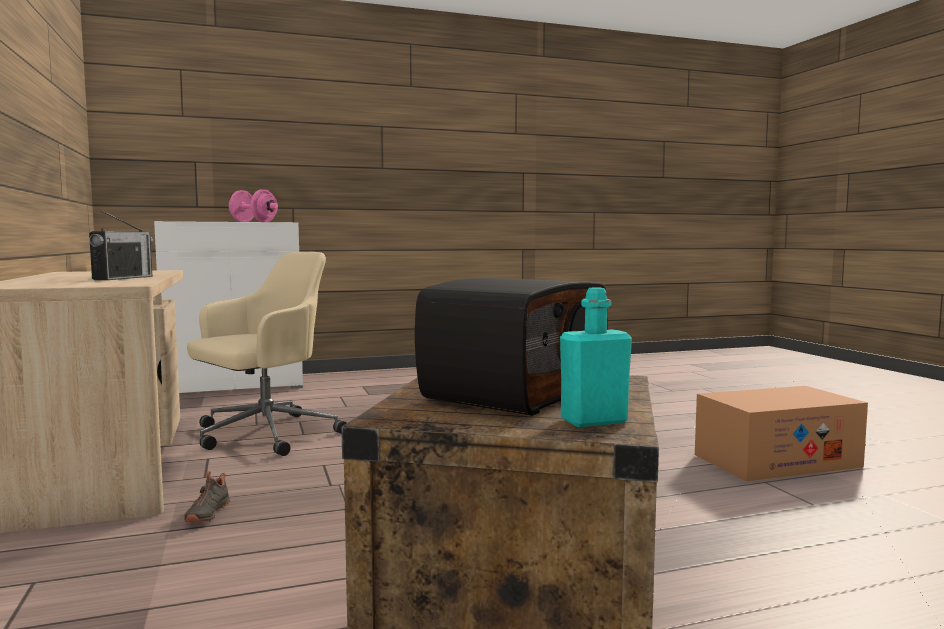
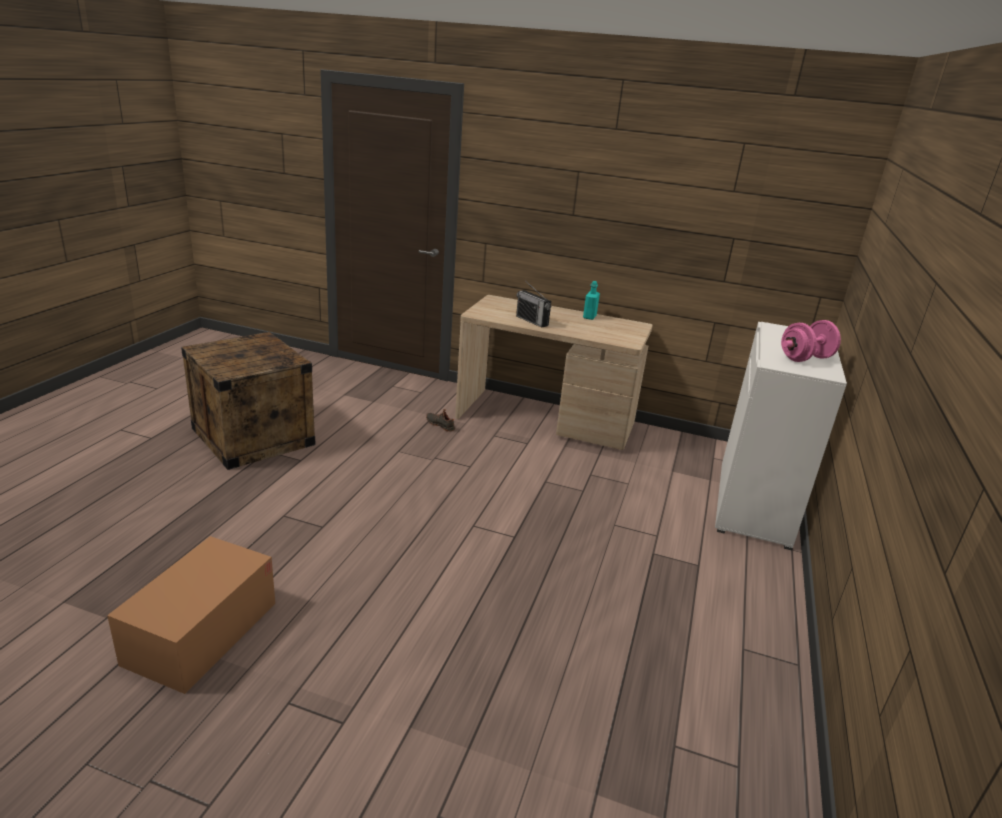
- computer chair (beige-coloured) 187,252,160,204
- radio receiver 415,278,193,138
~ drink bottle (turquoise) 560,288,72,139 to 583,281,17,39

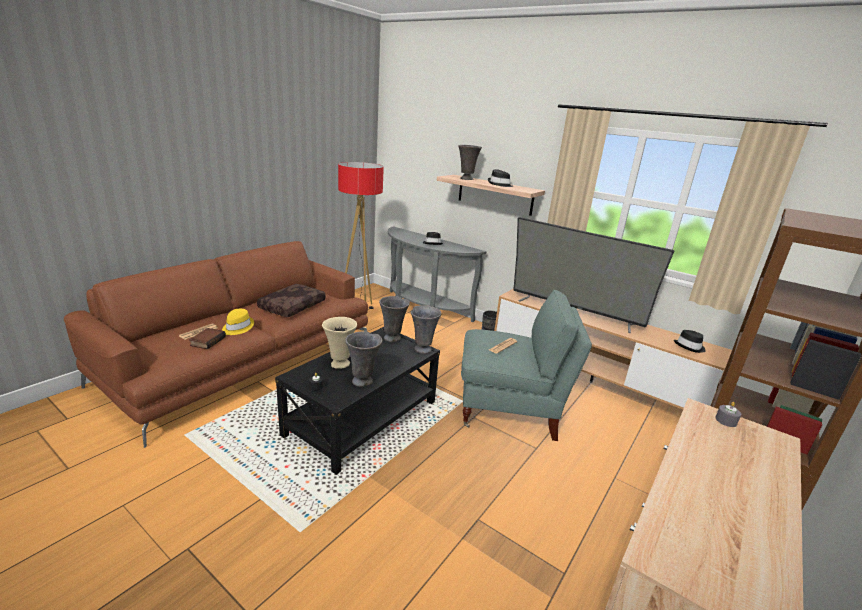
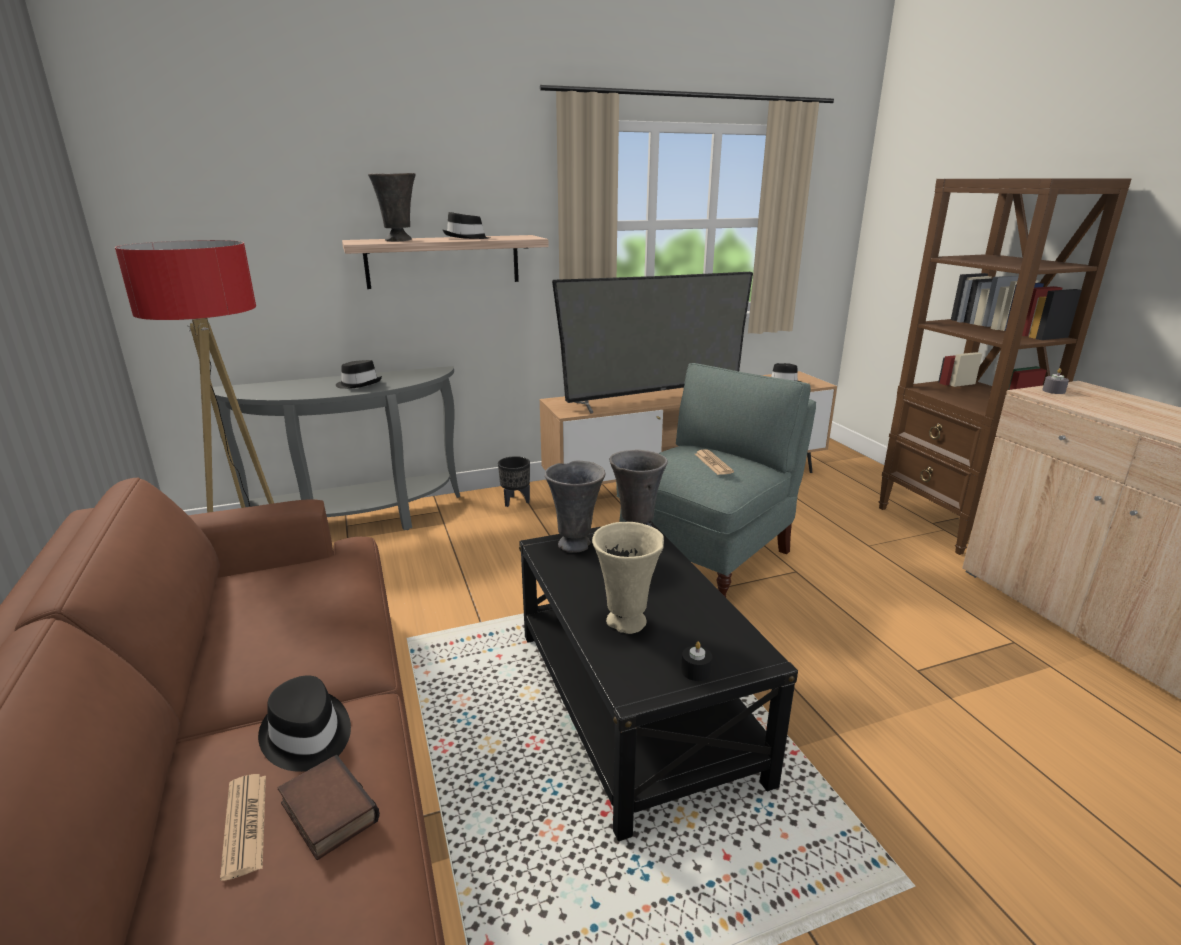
- pillow (brown) 257,284,69,33
~ hat (yellow-coloured) 222,309,32,26 to hat (blackish) 258,675,93,97
- flower vase (greyish) 345,331,37,56

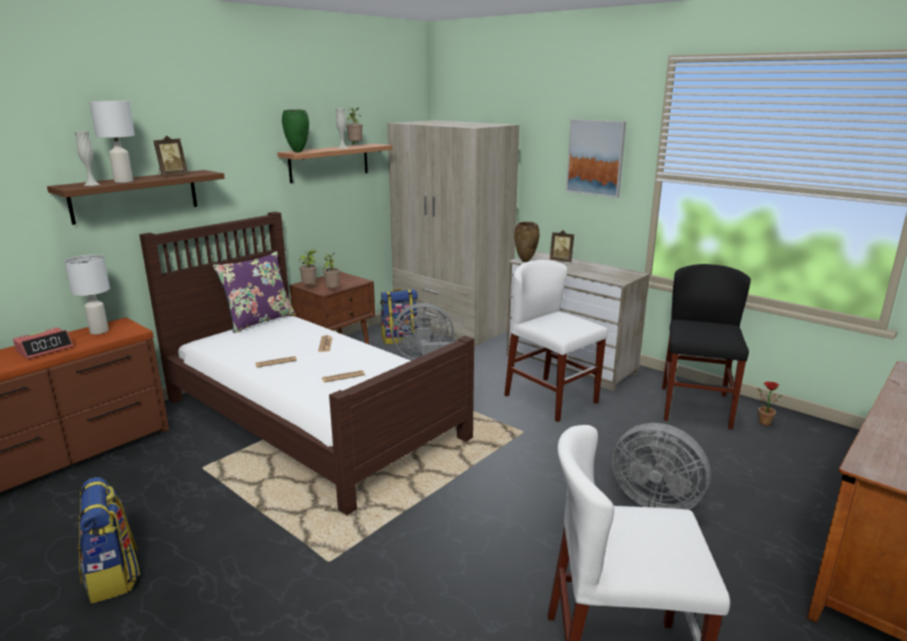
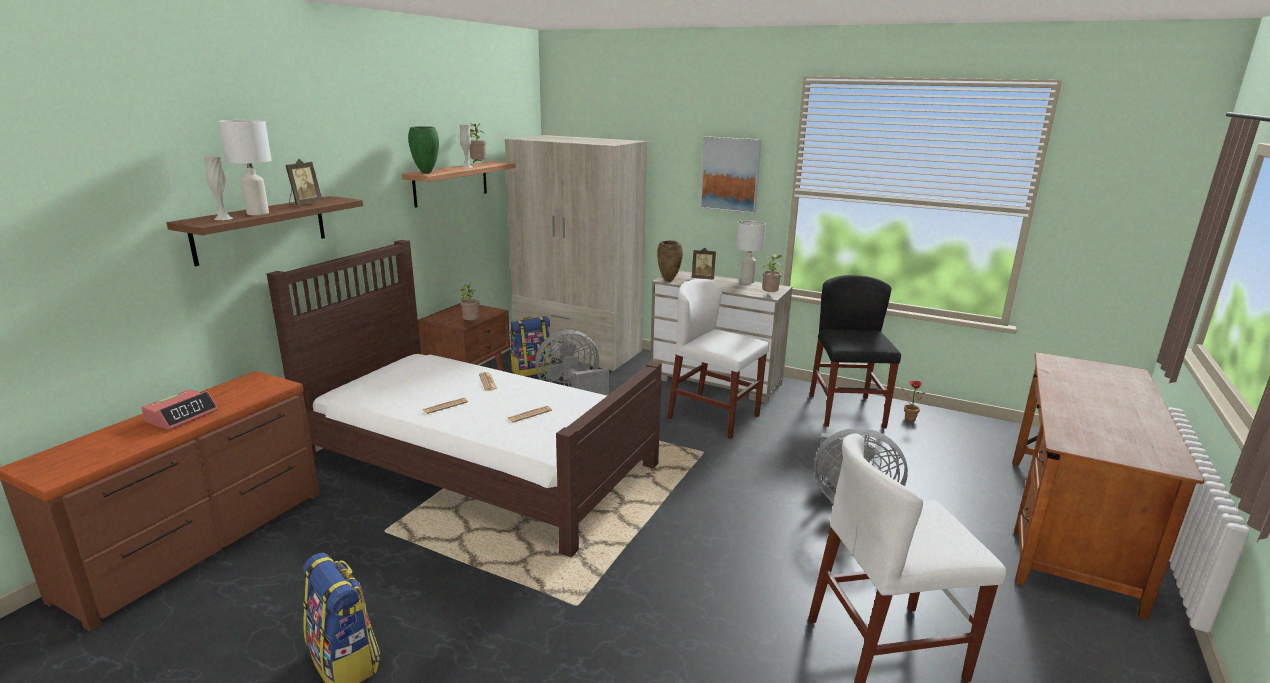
~ plant in a pot 299,250,18,35 to 763,254,19,39
- pillow (purplish) 213,251,83,82
~ lamp for a table (white) 64,255,46,79 to 736,220,30,64

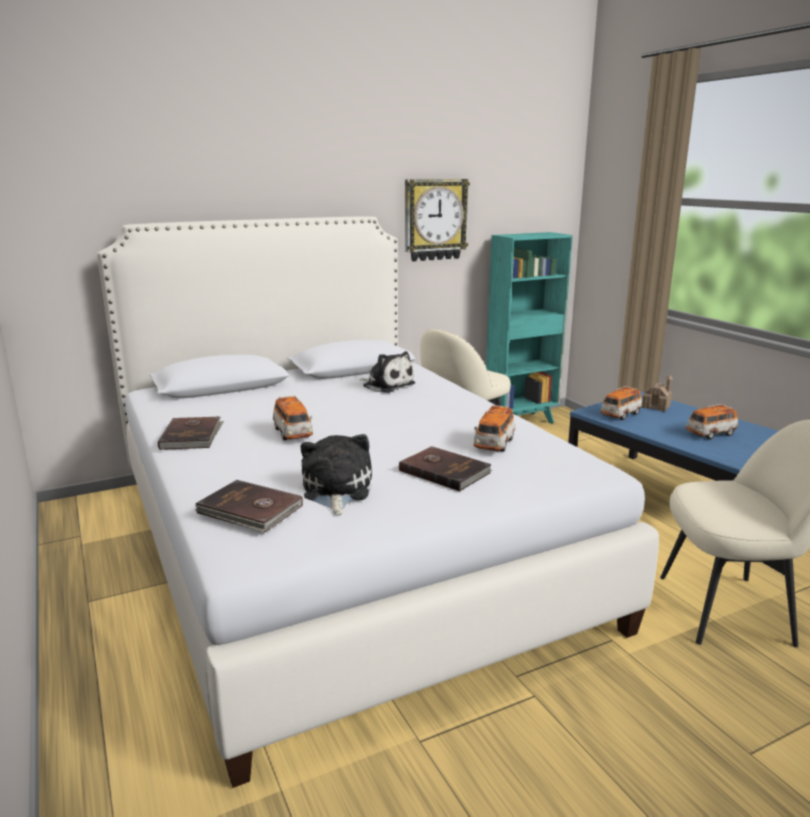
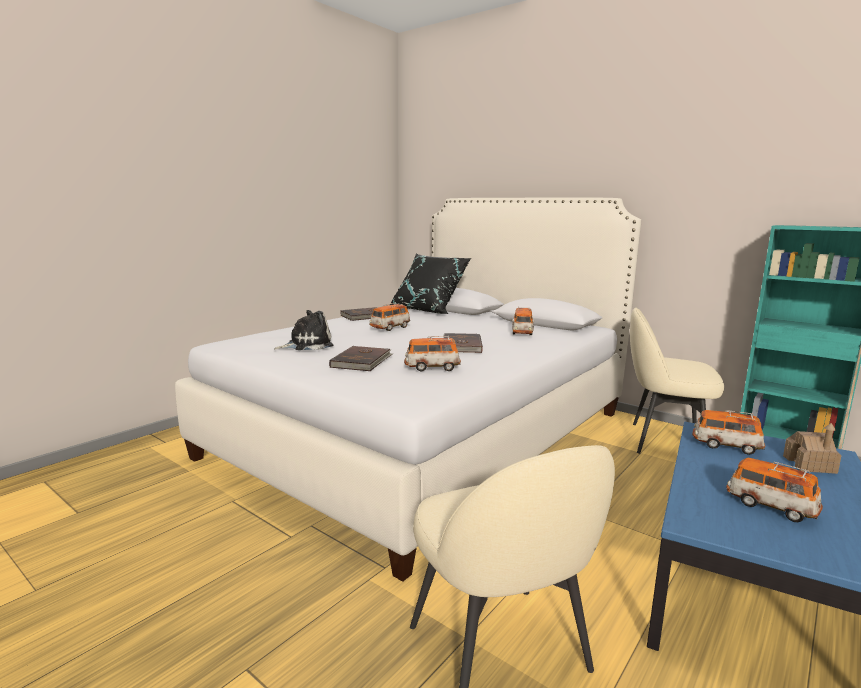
- clock on the wall 405,179,65,82
~ cuddly toy 359,351,56,42 to miniature car 512,307,23,28
~ bound book (brown) 195,480,108,53 to 443,333,40,20
+ pillow (blackish) 389,254,82,60

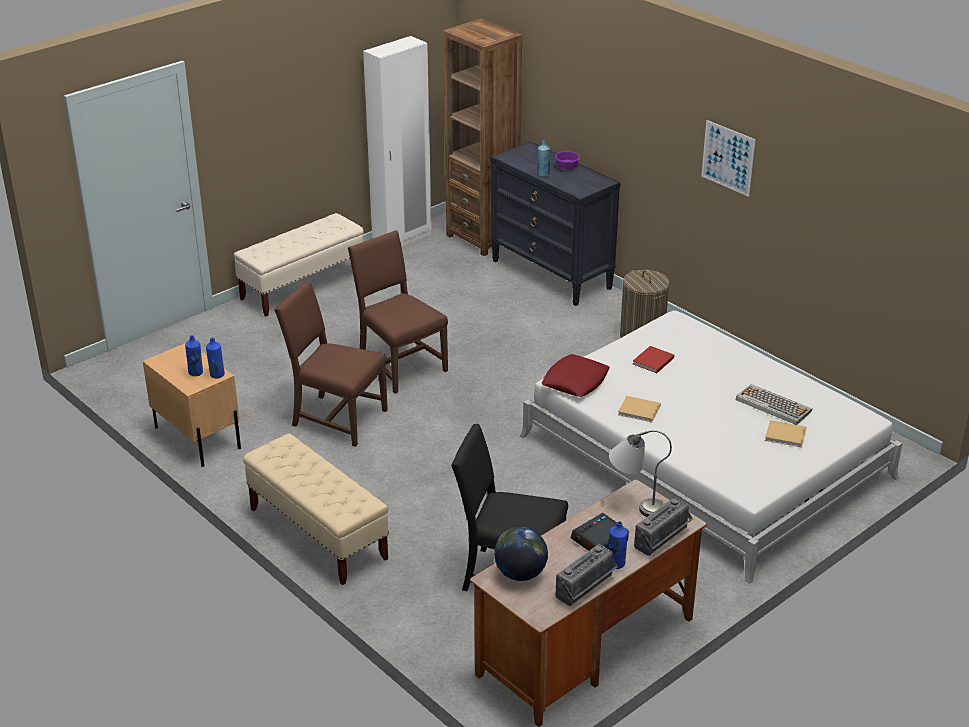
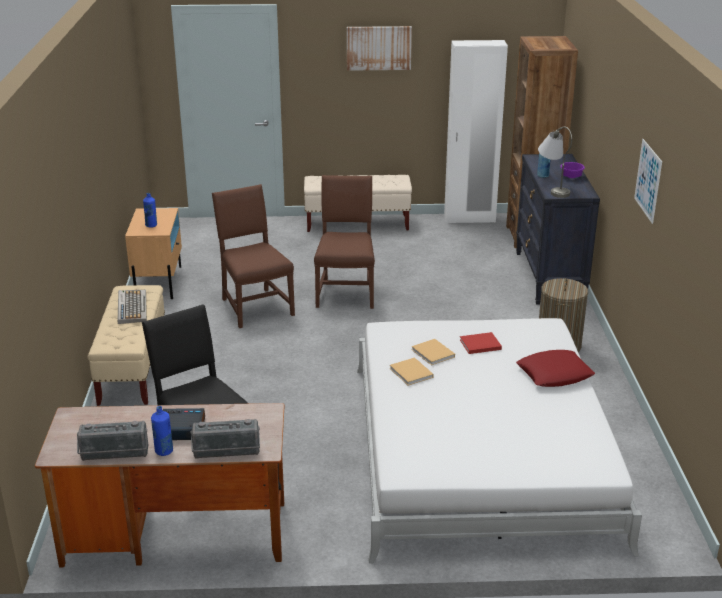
- drink bottle (blue) 206,337,19,41
~ pillow (red) 541,354,68,43 to 516,350,79,37
~ PC keyboard 736,384,76,41 to 117,290,30,34
~ bound book (beige-coloured) 765,420,42,27 to 412,339,43,26
~ lamp for a table (greyish) 609,430,63,87 to 538,127,34,71
- globe 494,527,54,54
+ wall picture 347,26,65,45

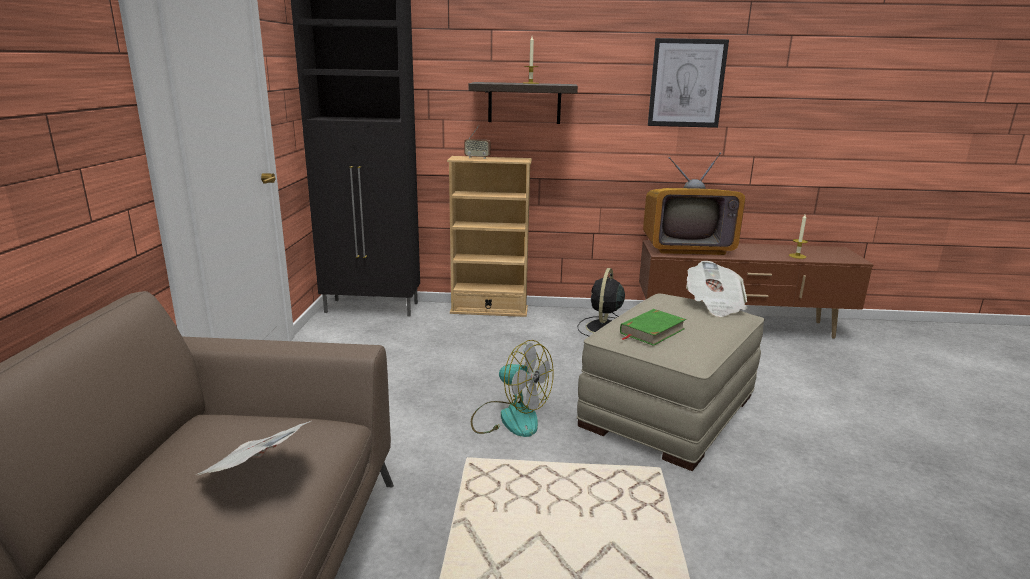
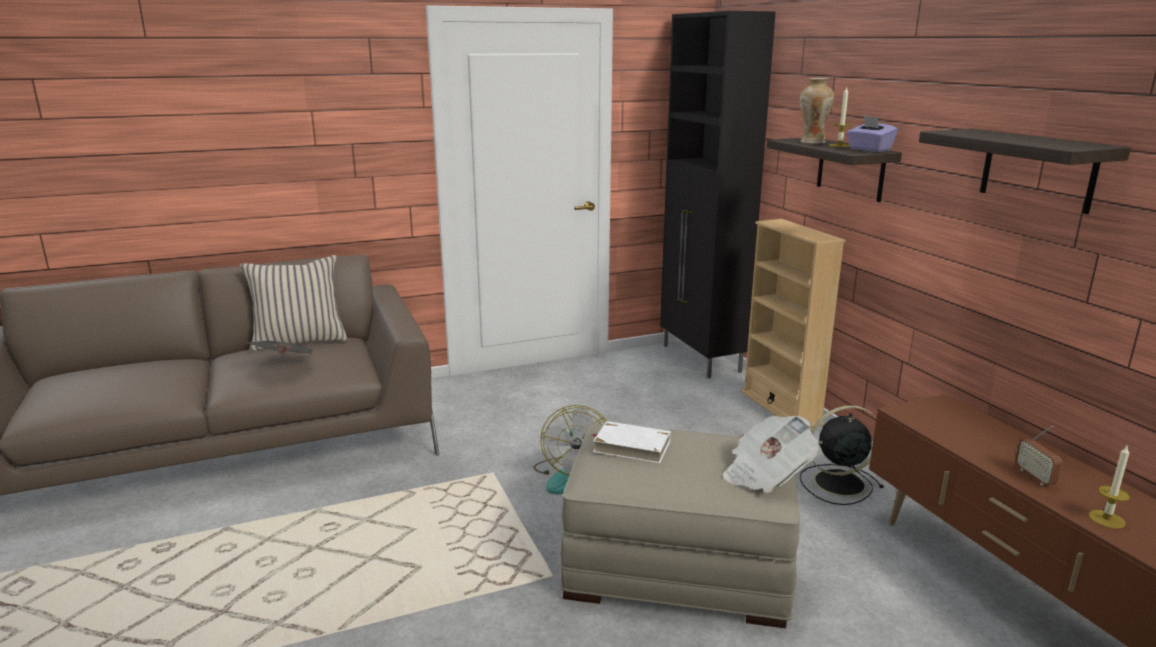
~ wall picture 648,38,81,90 to wall shelf 919,129,212,85
~ radio receiver 464,125,27,34 to 1015,426,47,60
- television 643,152,102,103
~ bound book (green-coloured) 620,309,66,37 to bound book (white) 592,421,79,42
+ flower vase 799,78,35,66
+ tissue holder (purplish) 847,116,51,36
+ pillow (beige-coloured) 240,255,108,96

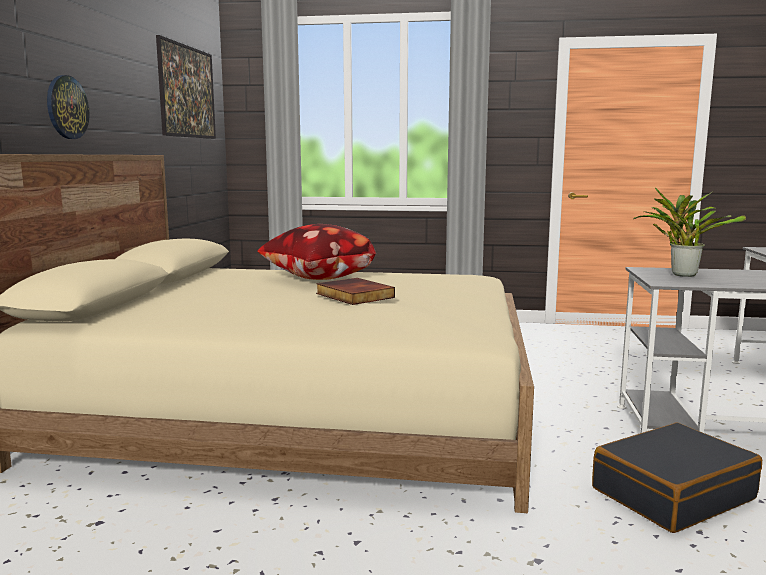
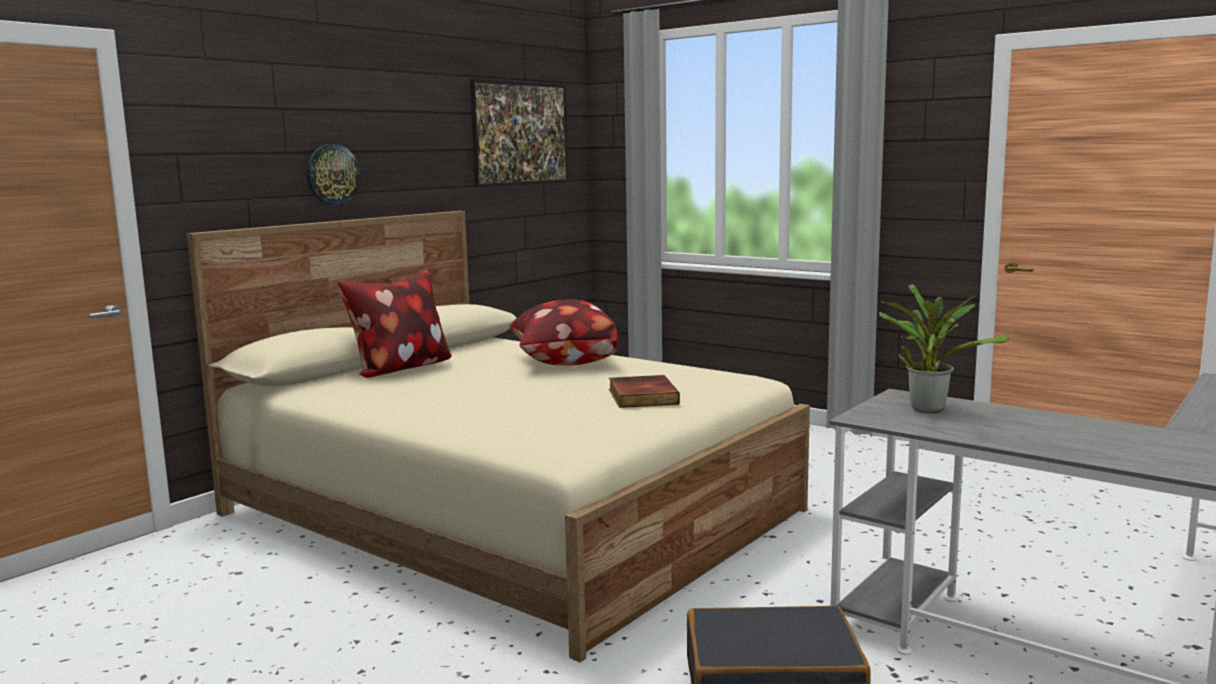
~ bound book 316,278,79,27 to 609,375,71,33
+ pillow 337,270,115,108

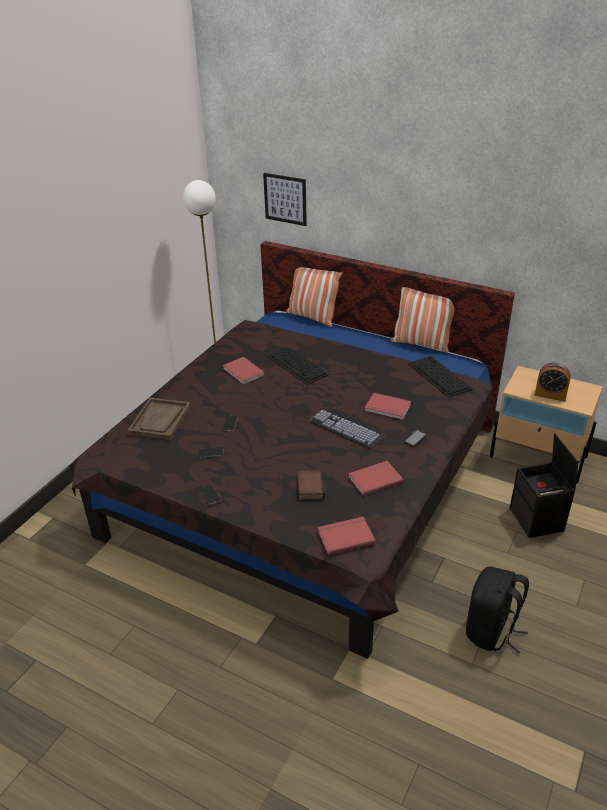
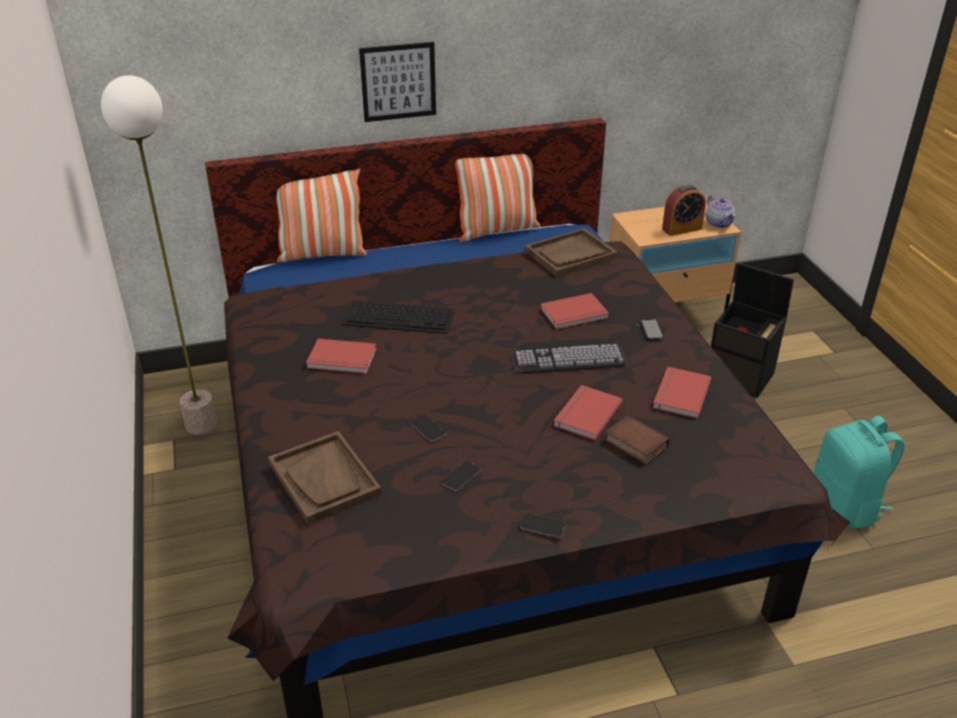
~ wall picture 263,173,44,53 to 359,42,77,80
~ PC keyboard 408,356,64,42 to tray (brown) 525,228,93,49
~ bound book (red) 318,517,58,38 to 553,385,70,56
~ rucksack (blackish) 466,566,63,87 to rucksack (turquoise) 814,416,91,112
+ pot for tea 706,195,29,33

